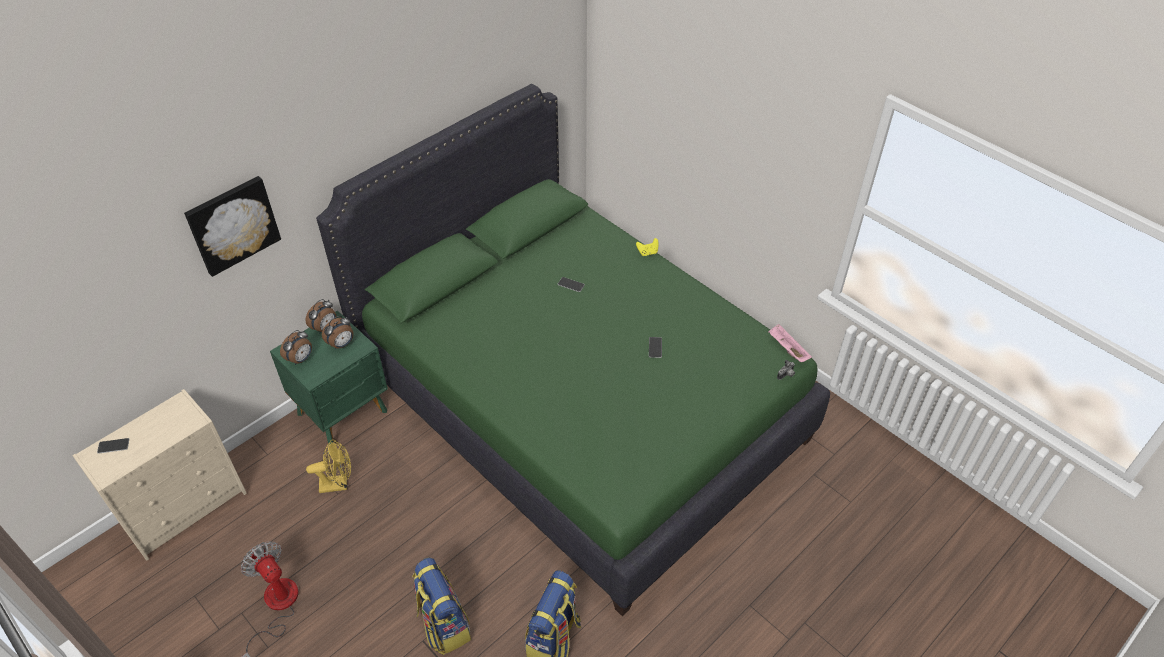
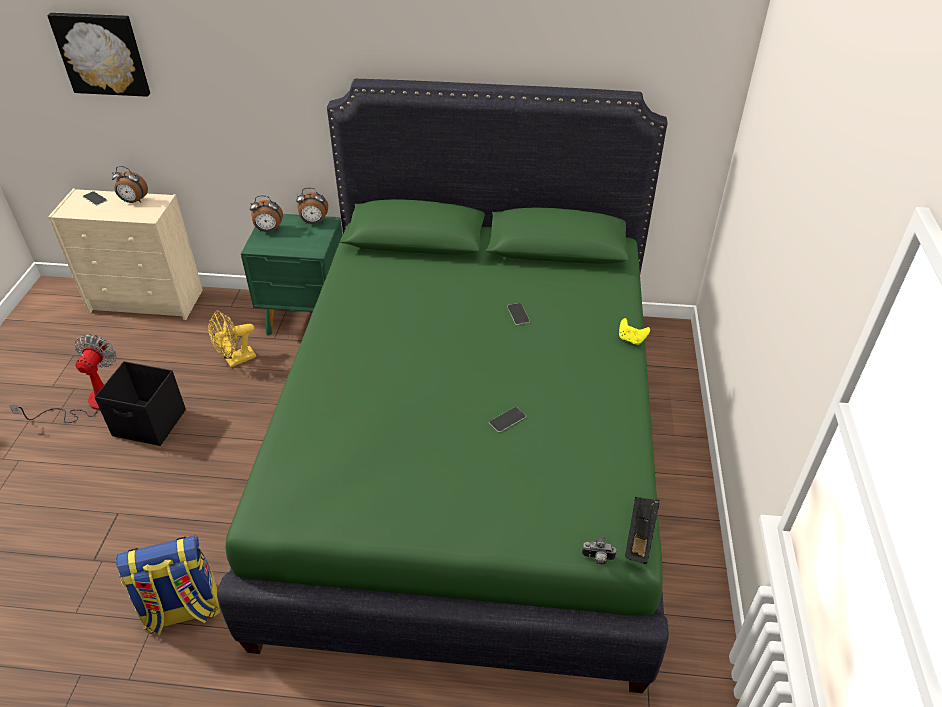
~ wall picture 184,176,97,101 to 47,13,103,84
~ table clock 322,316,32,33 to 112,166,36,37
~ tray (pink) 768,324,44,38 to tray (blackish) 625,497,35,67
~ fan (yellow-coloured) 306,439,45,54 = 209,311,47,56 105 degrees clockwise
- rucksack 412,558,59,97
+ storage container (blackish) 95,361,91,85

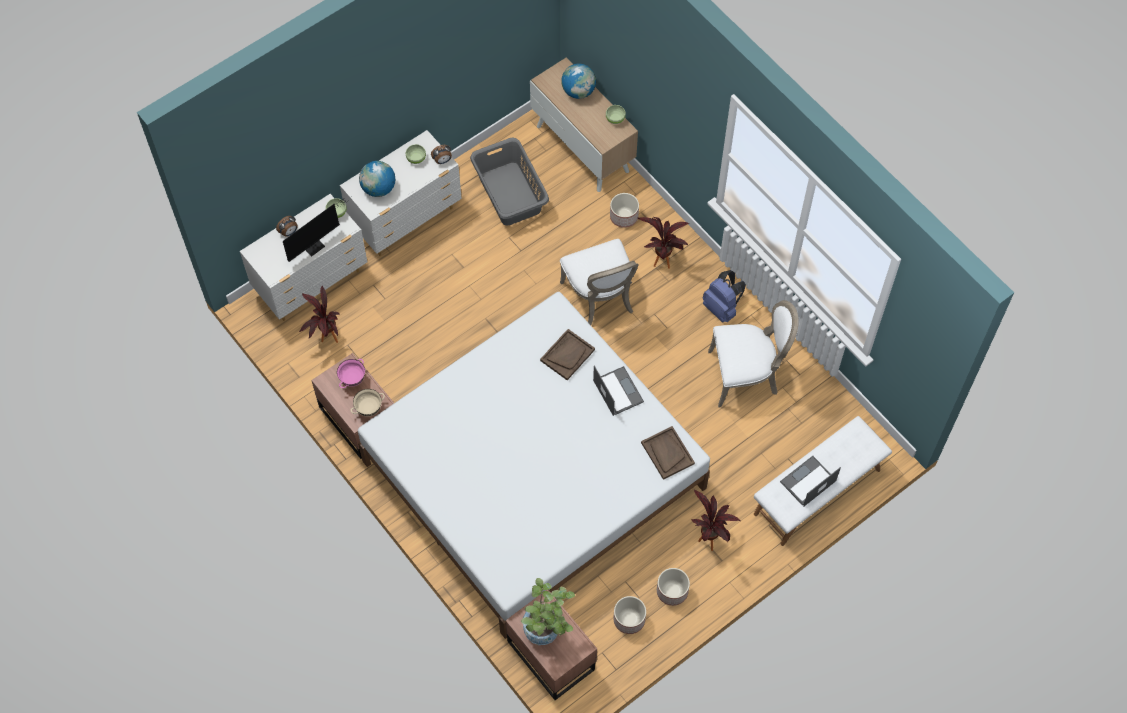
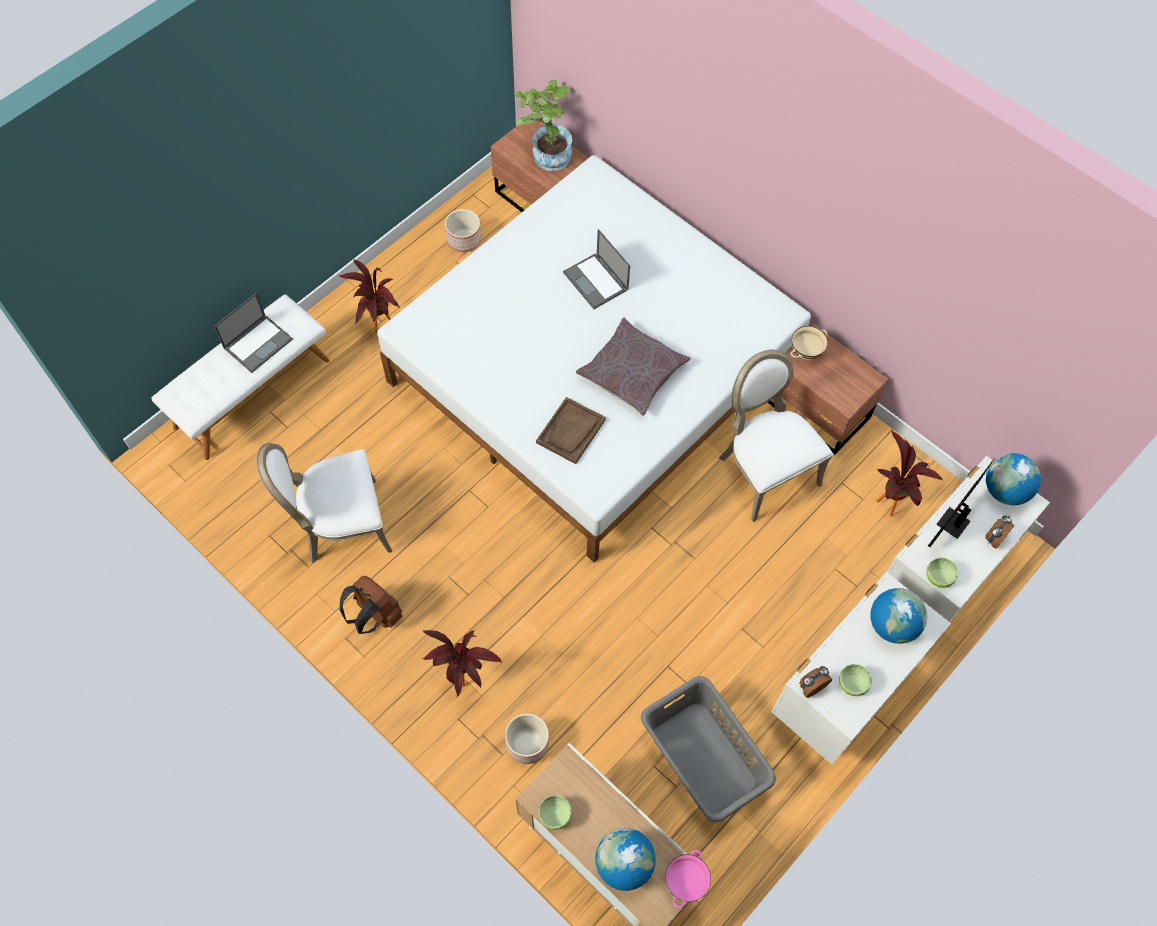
~ plain chair (white) 560,239,79,86 to 719,350,114,172
~ rucksack (blue) 703,270,43,52 to rucksack (brown) 340,576,62,58
~ serving bowl (pink) 337,359,28,29 to 665,850,46,58
~ laptop 593,365,51,51 to 563,229,67,80
- tray (brown) 641,426,54,54
- flower pot 657,568,33,38
+ pillow (greyish) 576,318,115,98
+ globe 986,453,55,52

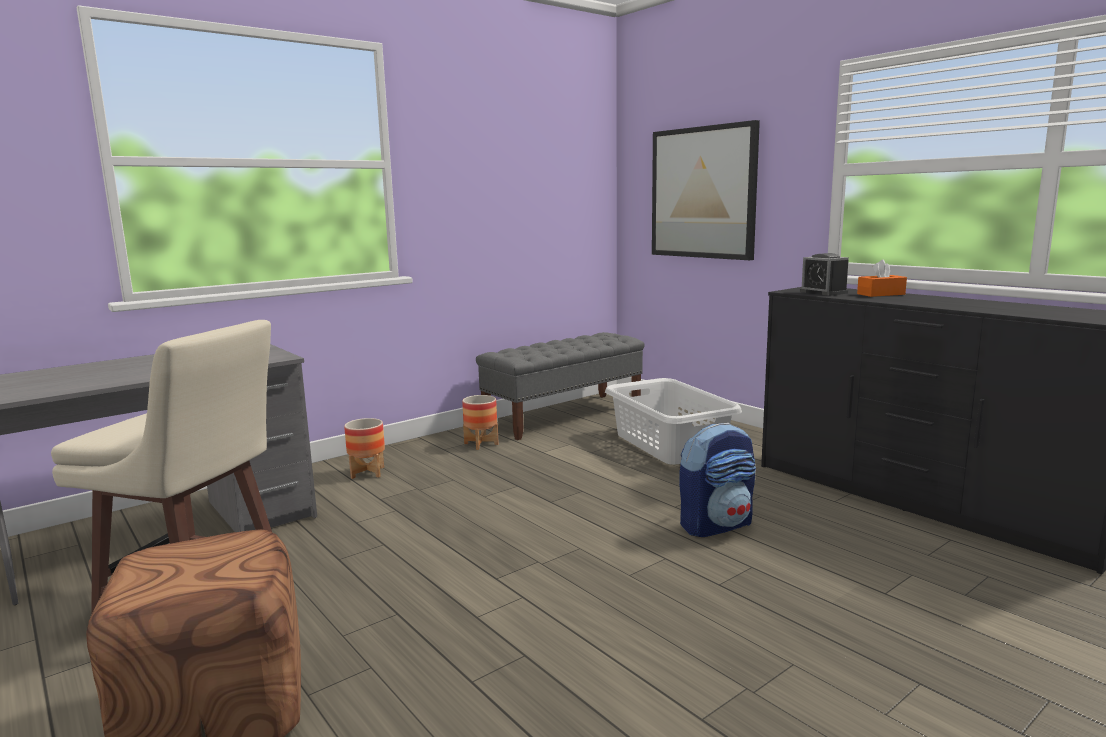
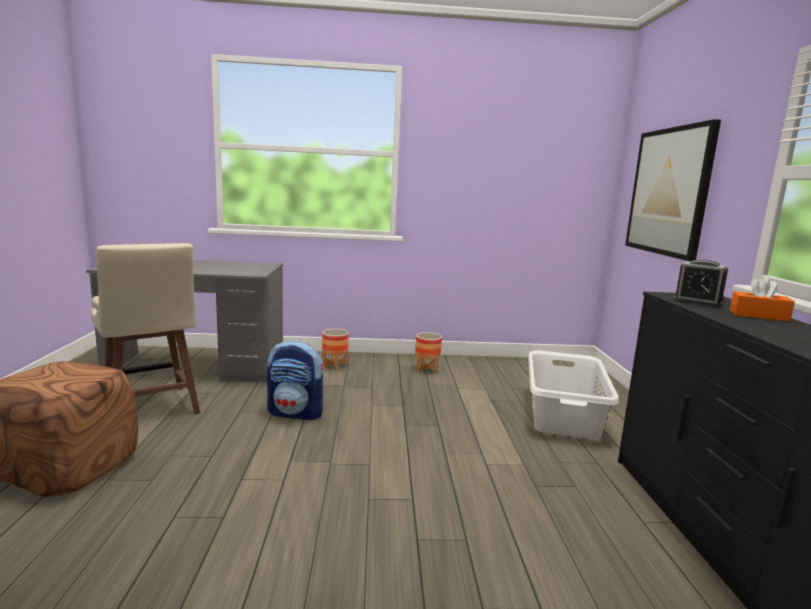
~ table clock 800,253,49,43 = 672,260,56,48 60 degrees counterclockwise
- indoor bench (greyish) 476,332,169,108
~ rucksack 679,423,77,114 to 267,340,58,81

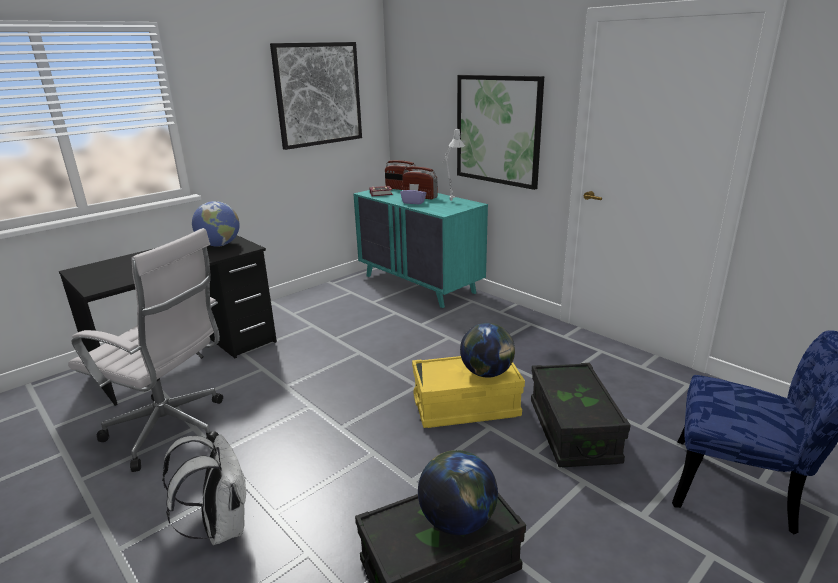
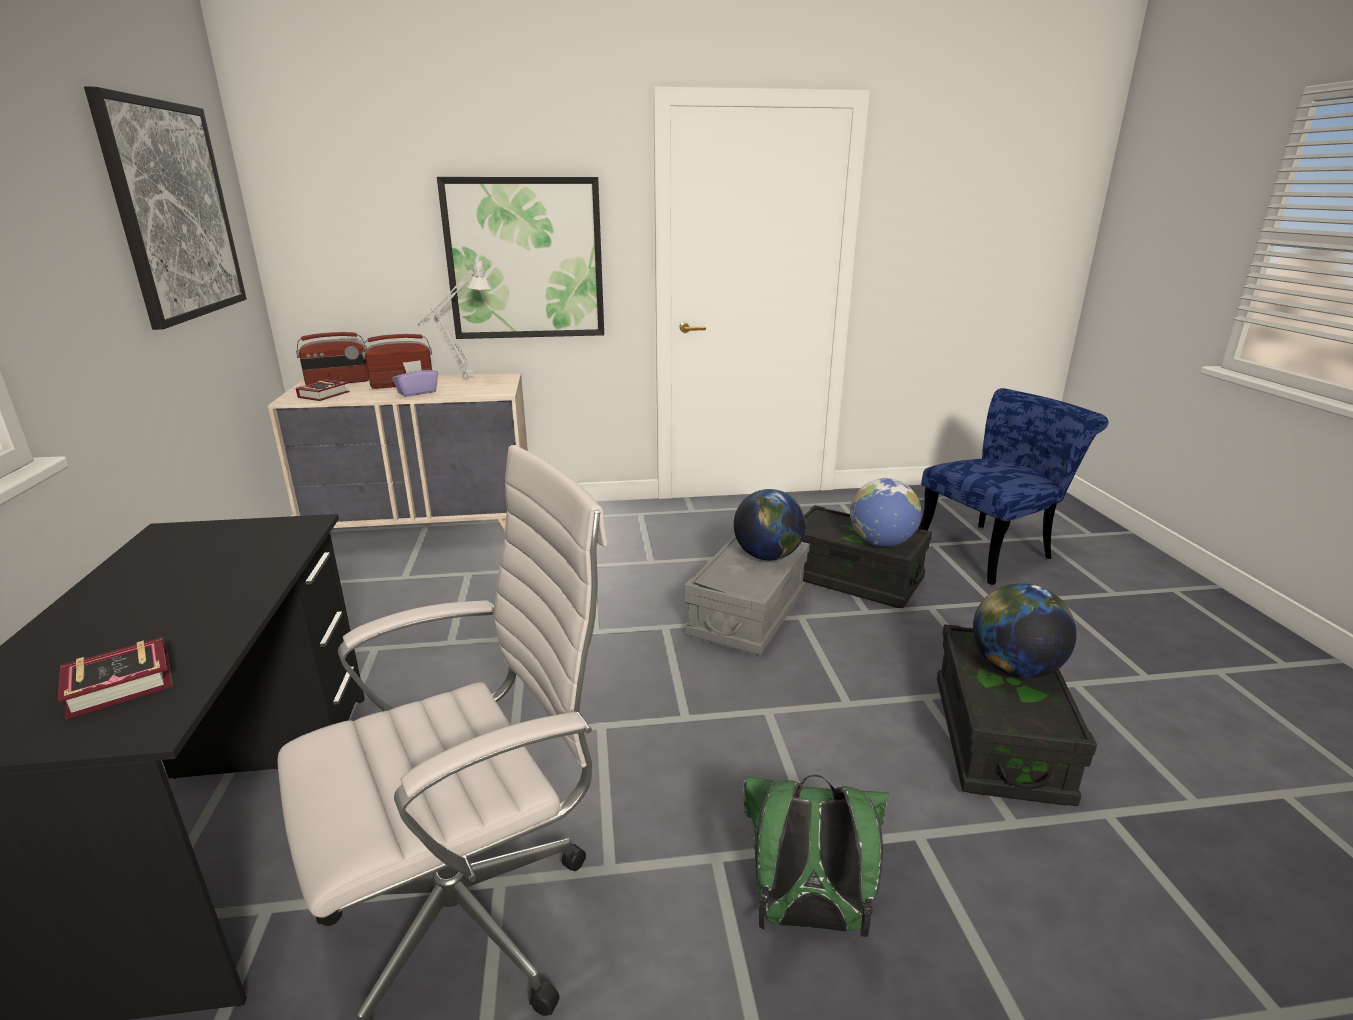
~ dresser (turquoise) 353,189,135,119 to dresser (beige-coloured) 268,373,260,158
~ globe 192,201,48,46 to 850,478,71,69
~ storage container (yellow-coloured) 412,356,113,72 to storage container (greyish) 685,535,125,120
~ rucksack (white) 162,434,84,111 to rucksack (green-coloured) 743,774,146,163
+ bound book 58,637,115,82

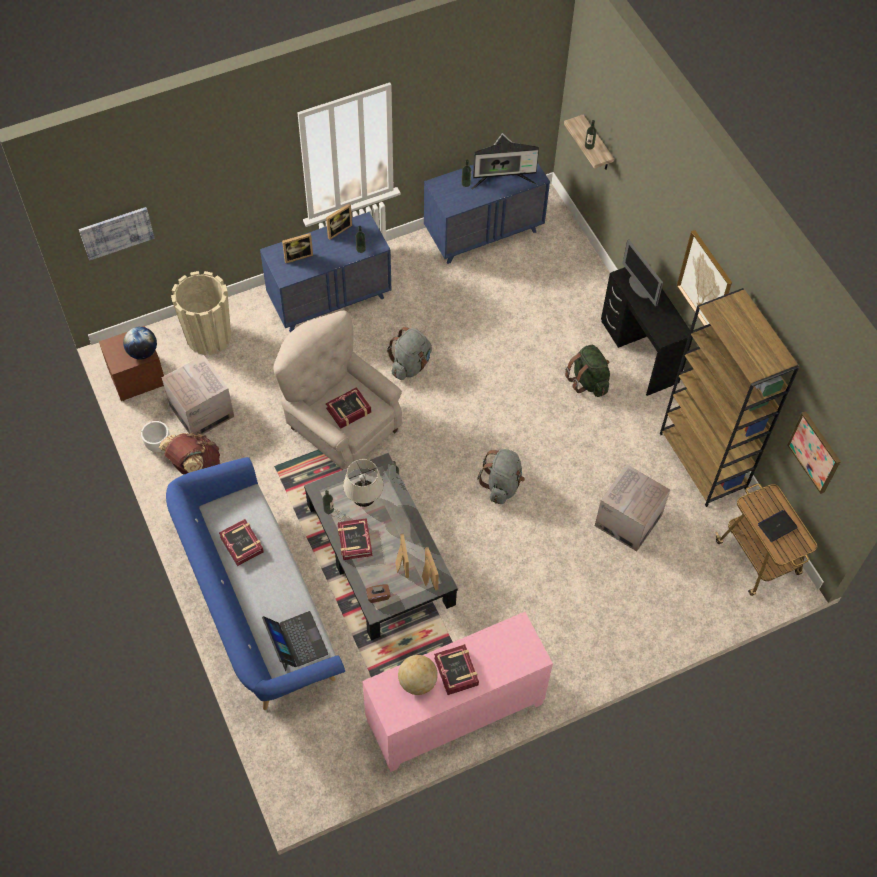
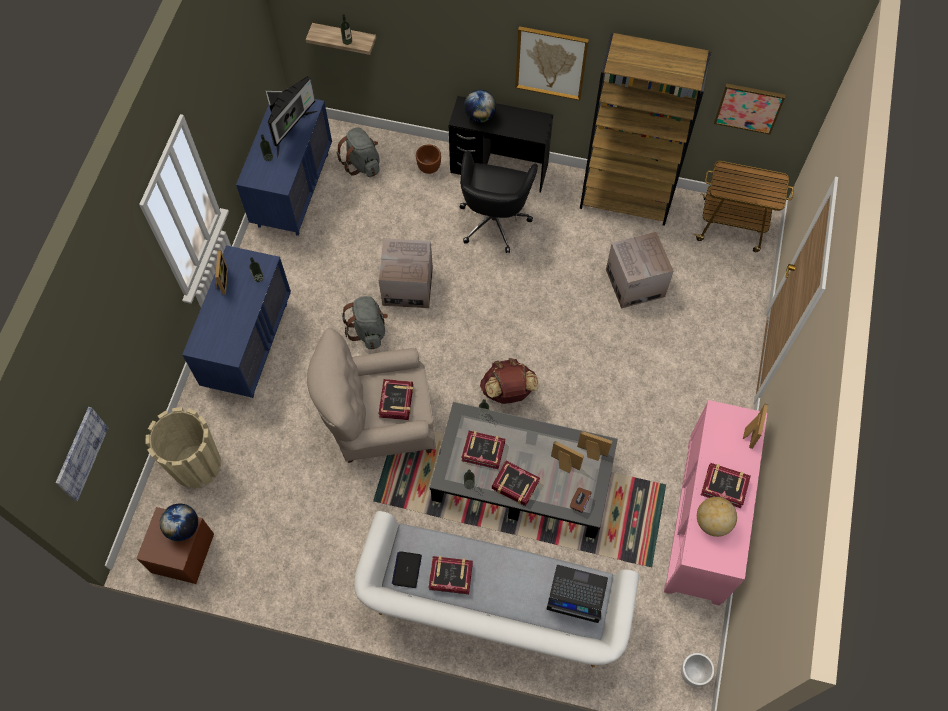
~ picture frame 282,233,31,30 to 743,404,25,45
~ computer screen 622,240,41,67 to globe 464,90,32,33
~ rucksack (green-coloured) 565,345,45,52 to computer chair (blackish) 460,151,78,102
~ packing box 162,355,72,80 to 379,238,54,70
~ flower pot (white) 141,421,29,31 to 681,653,33,34
~ rucksack (brown) 159,433,61,42 to 480,358,58,46
~ rucksack (greyish) 477,449,48,55 to 336,127,44,50
~ settee (blue) 166,457,179,253 to settee (white) 354,511,285,156
~ lamp for a table (beige-coloured) 343,459,41,48 to bound book 461,431,44,38
~ laptop 758,510,40,32 to 392,551,30,37
+ flower pot (brown) 416,144,25,30

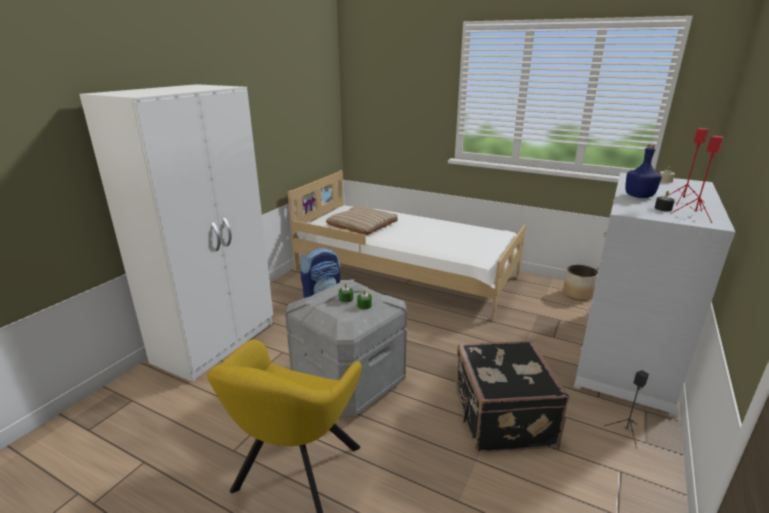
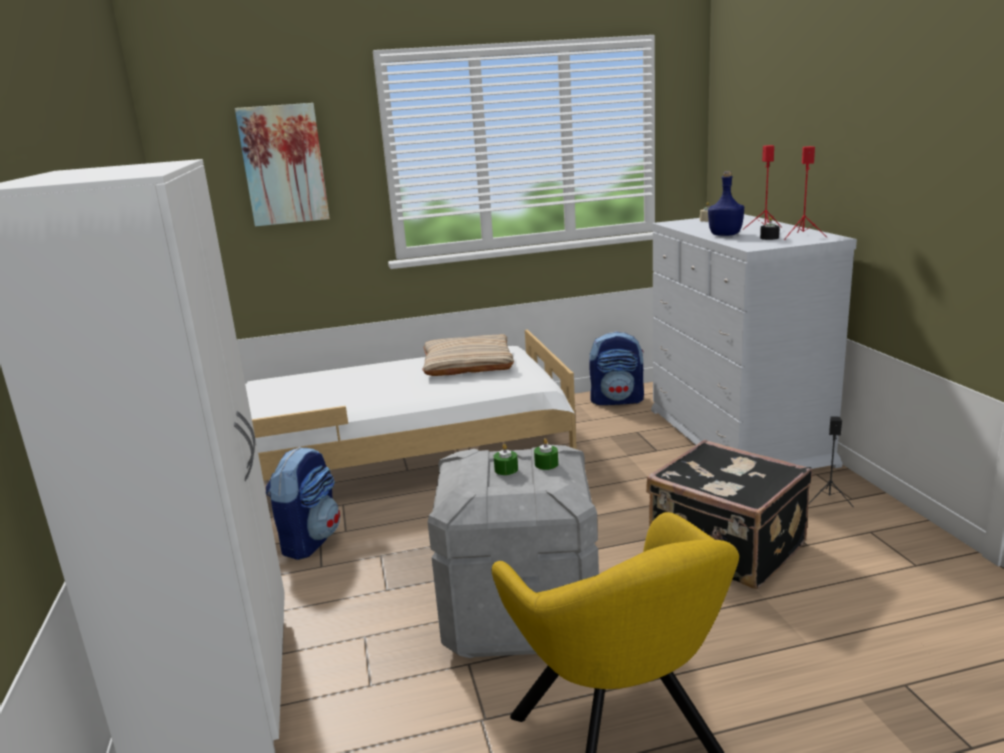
~ pillow (beige-coloured) 326,206,72,29 to 423,334,91,42
~ flower pot 563,264,35,37 to rucksack 589,332,55,73
+ wall picture 235,103,95,124

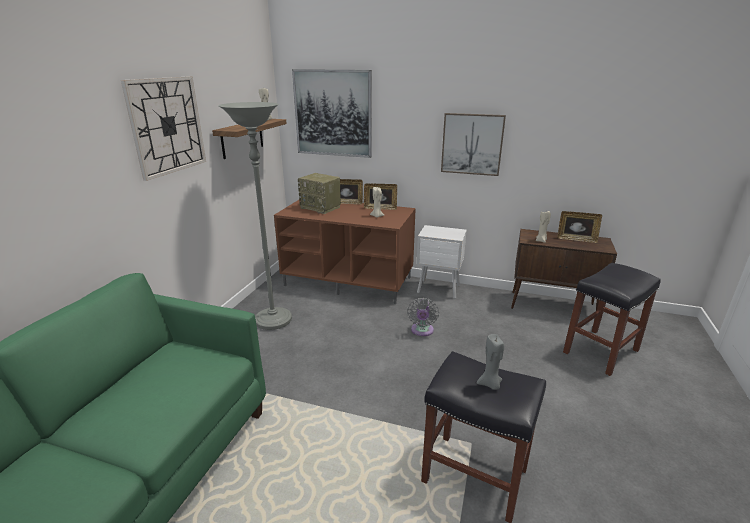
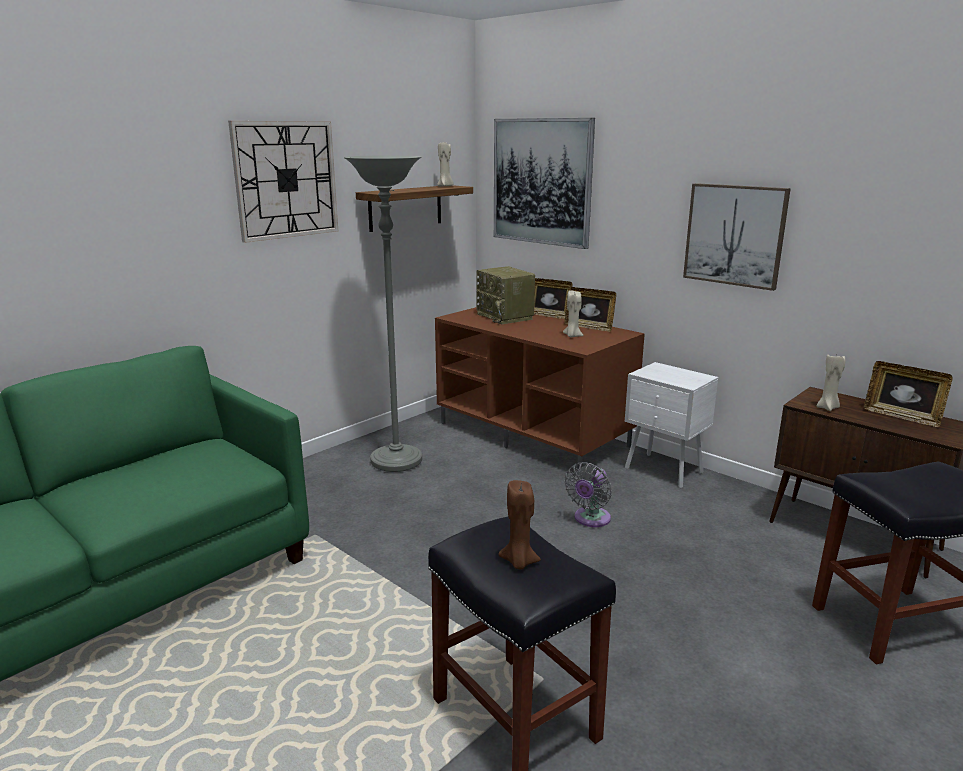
~ wax candle (greyish) 477,334,27,56 to wax candle (brown) 498,480,43,89

